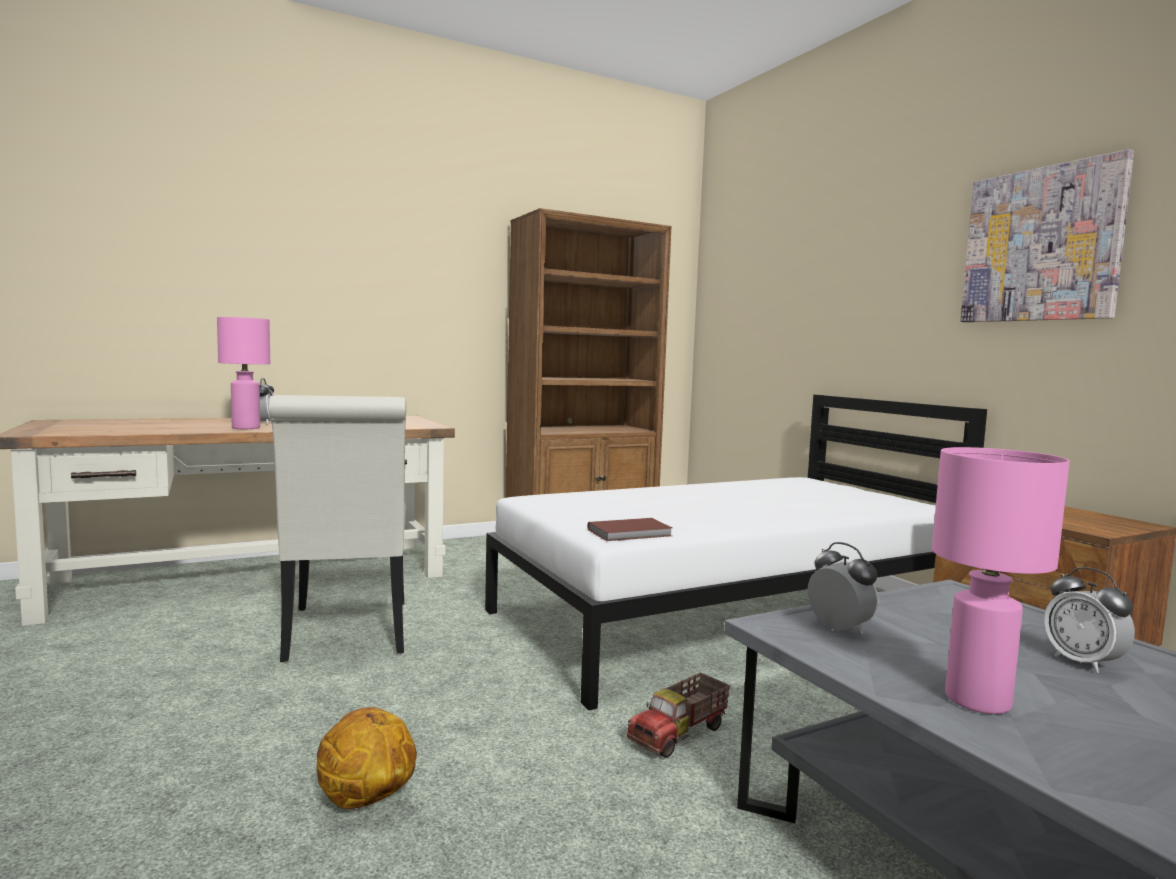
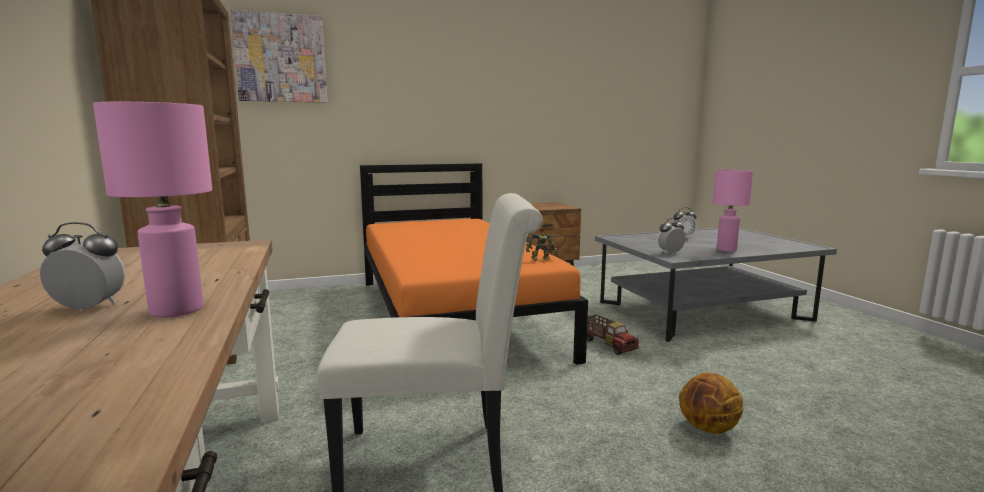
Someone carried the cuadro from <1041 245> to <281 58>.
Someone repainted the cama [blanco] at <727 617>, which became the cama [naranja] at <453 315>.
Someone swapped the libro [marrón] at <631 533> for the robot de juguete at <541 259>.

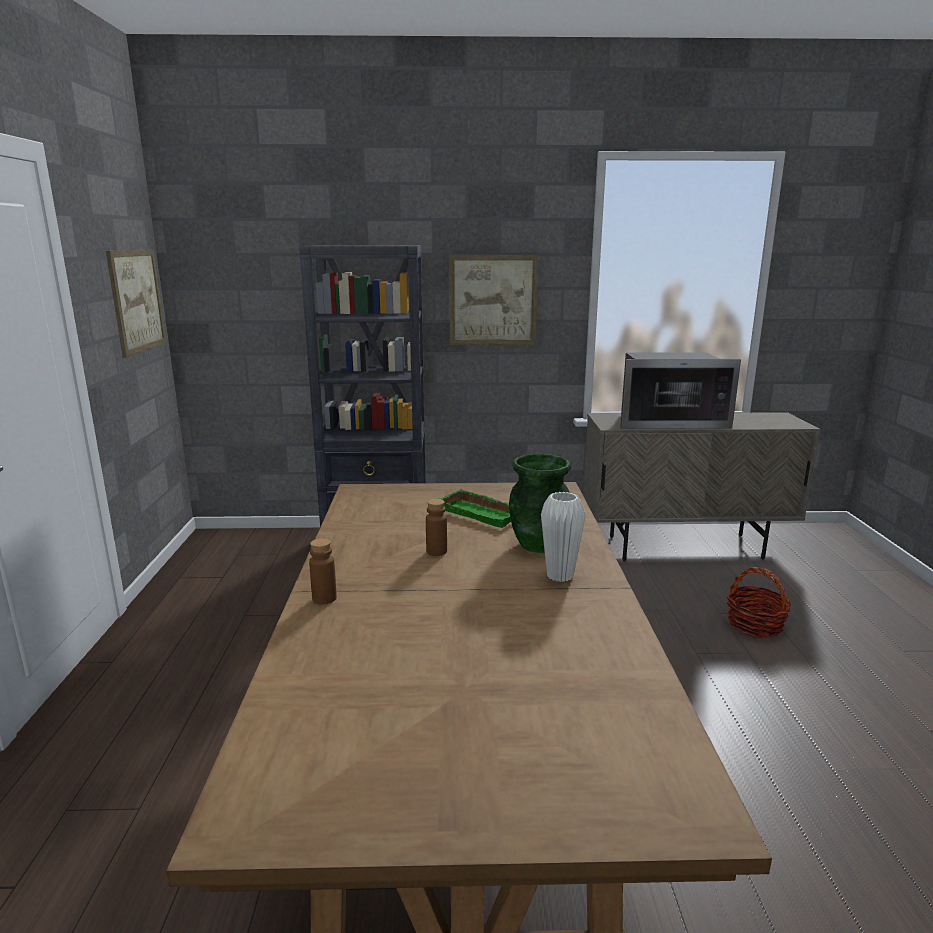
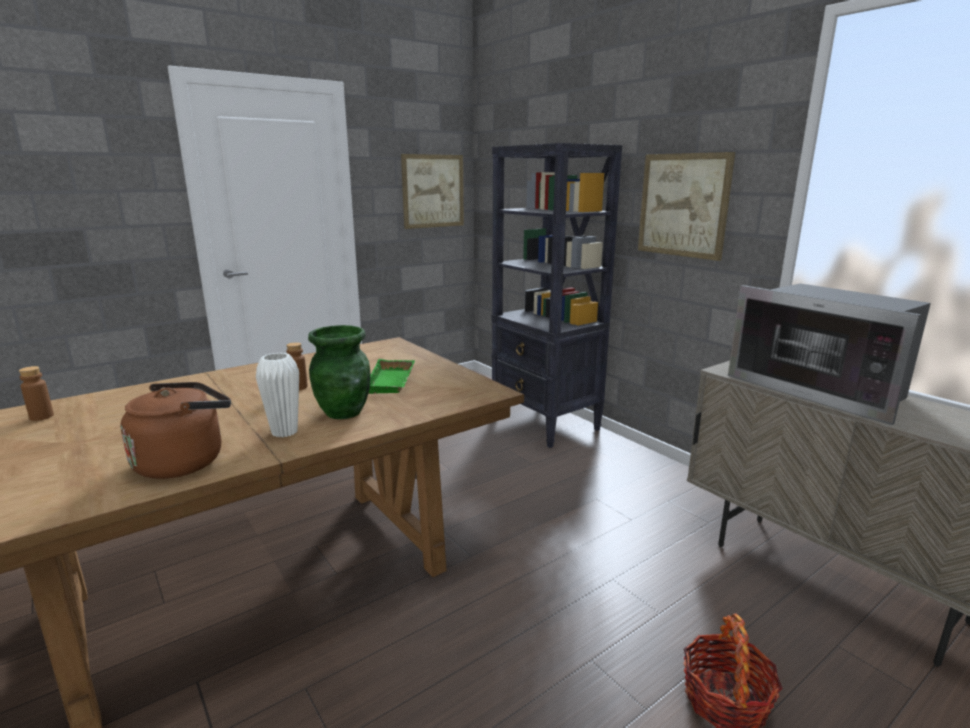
Someone carried the botella [marrón] from <324 598> to <41 417>.
Someone put down the hervidor [marrón] at <185 461>.

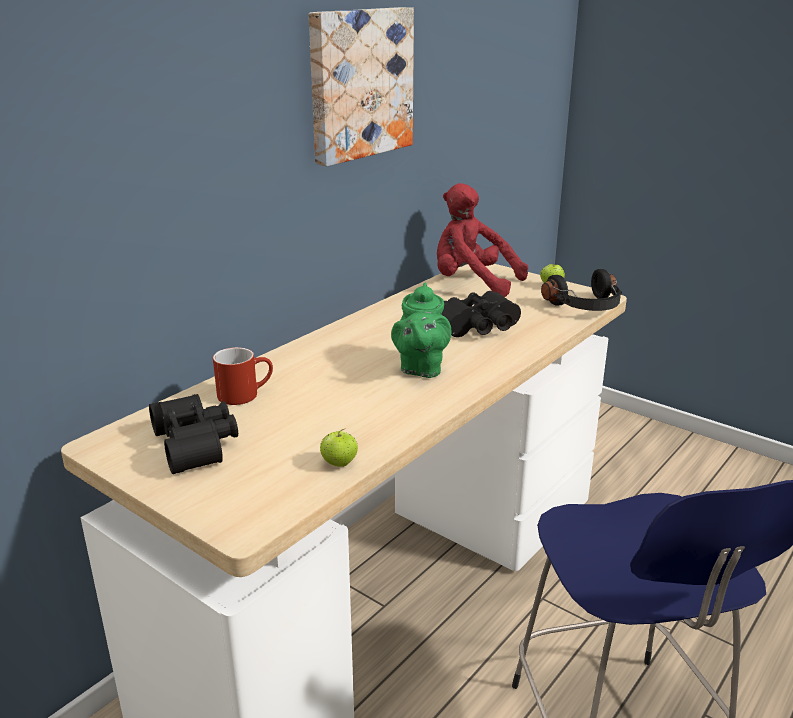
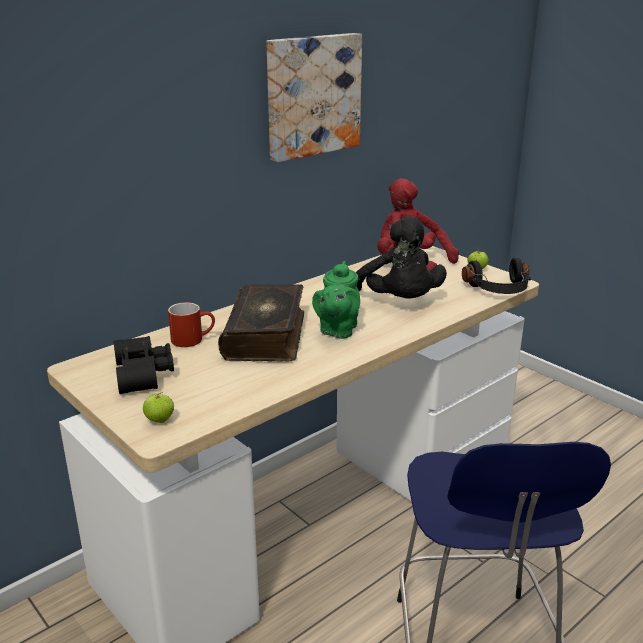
Someone swapped the prismáticos [negro] at <480 328> for the peluche [negro] at <400 302>.
Someone carried the manzana from <339 464> to <159 420>.
Someone put down the libro at <267 335>.

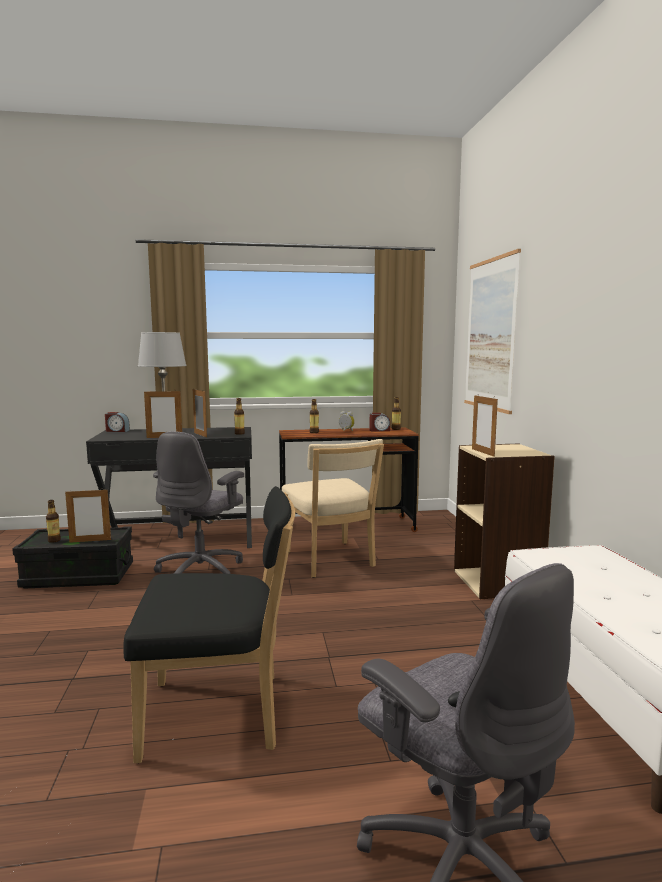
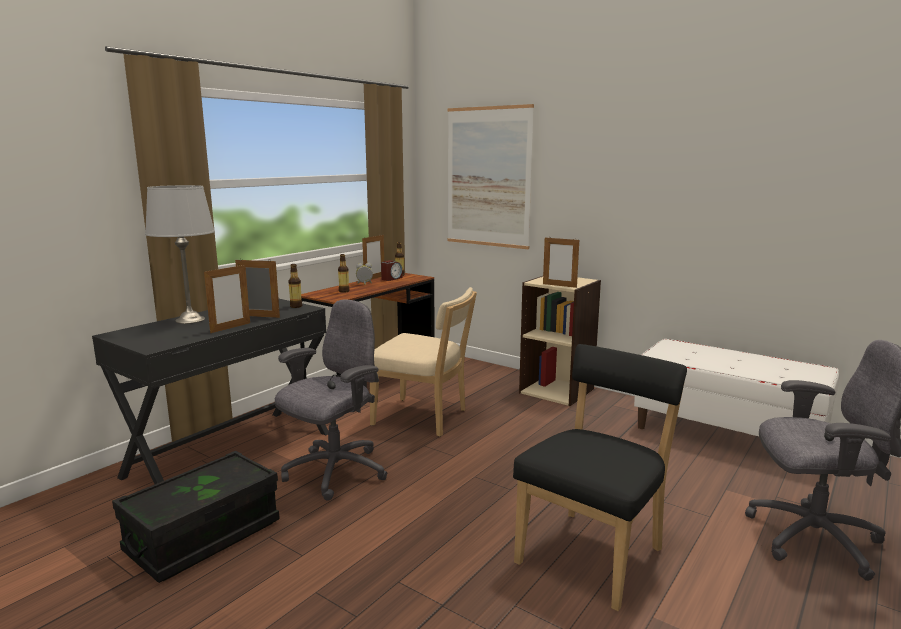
Someone took away the despertador at <117 431>.
Someone rotated the silla de oficina [gris] at <201 572> by 120 degrees counterclockwise.
Someone carried the portarretratos from <90 541> to <374 278>.
Someone took away the botella at <54 540>.

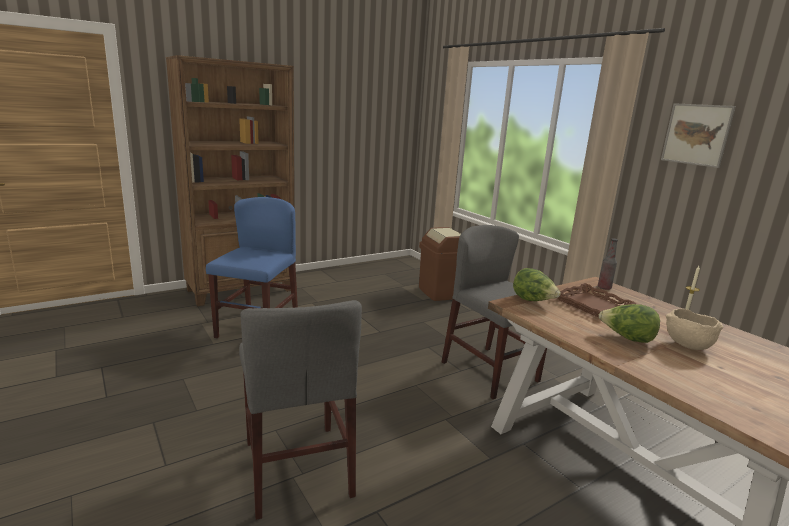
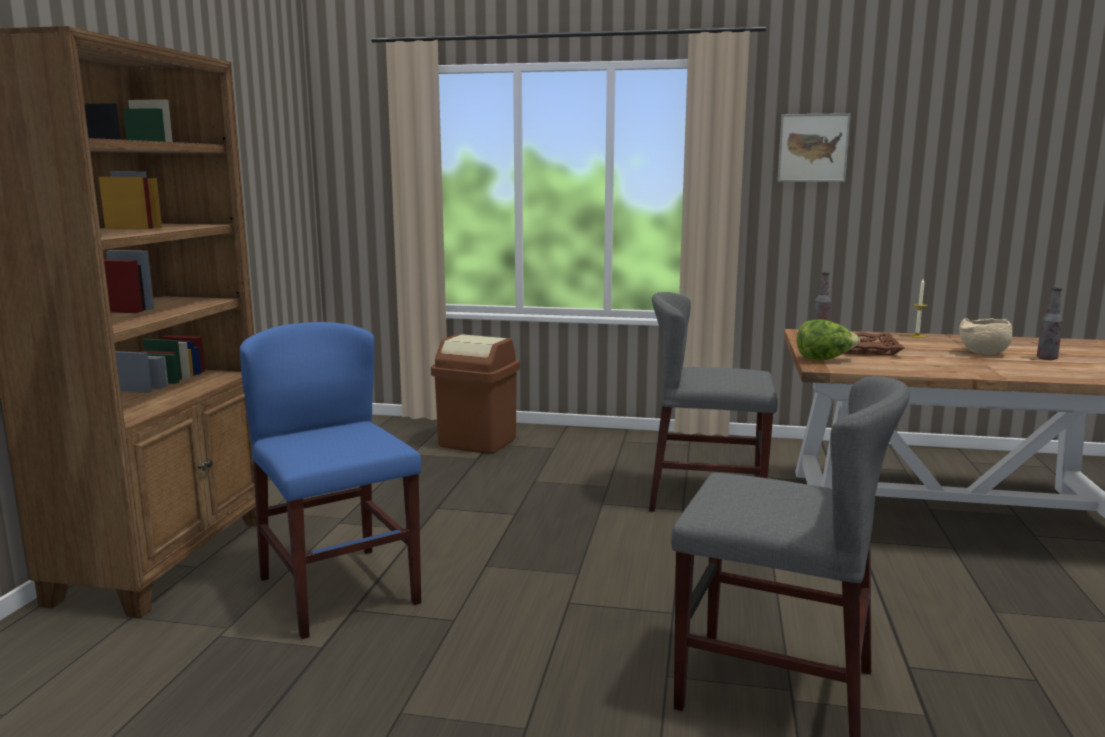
Someone took away the lechuga at <627 338>.
Someone put down the botella at <1046 358>.

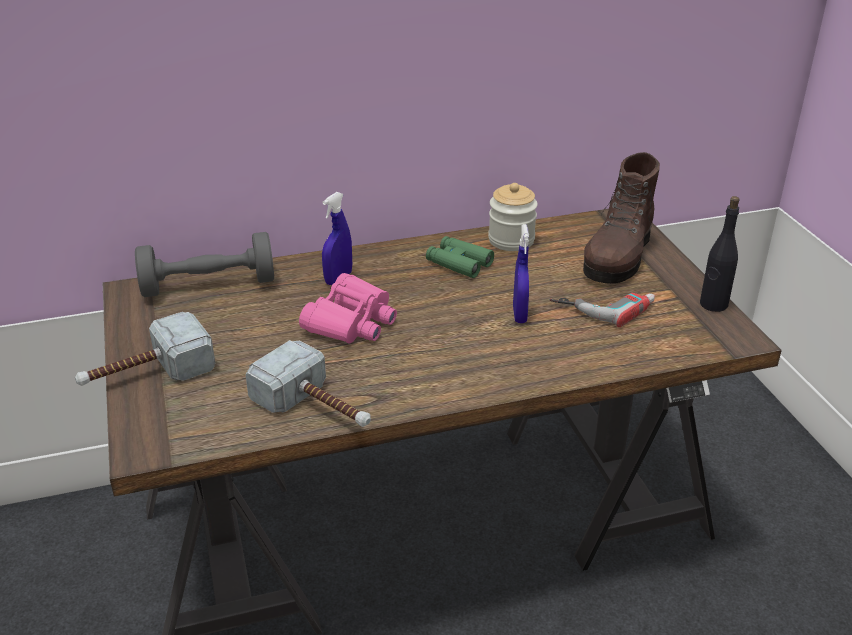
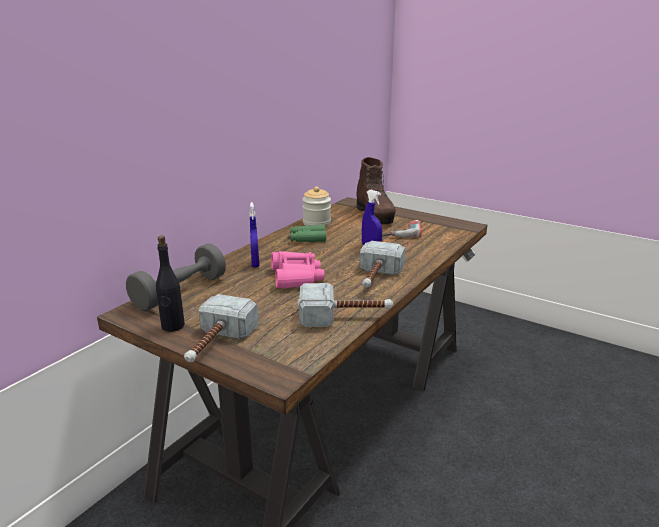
Someone carried the botella [negro] from <713 304> to <173 326>.
Someone put down the martillo at <376 278>.

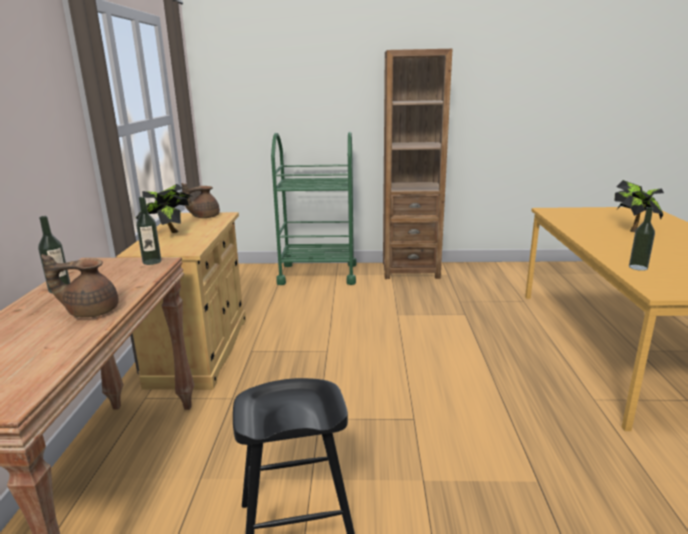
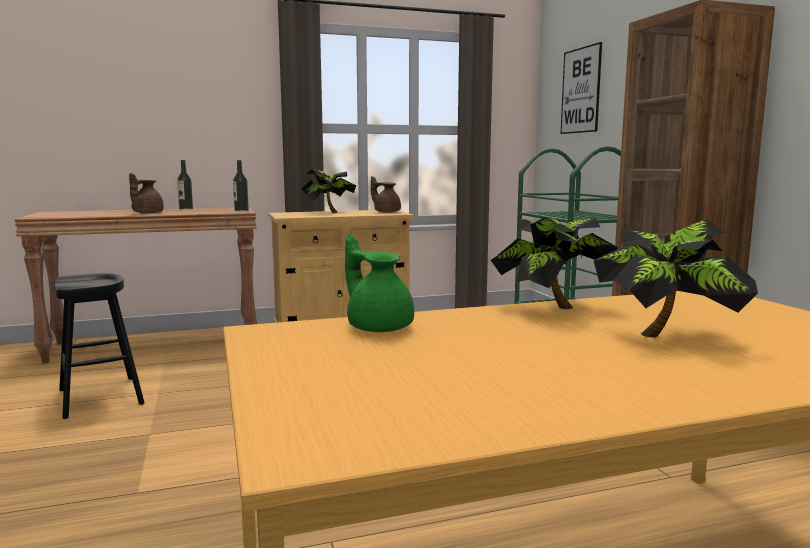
Someone swapped the botella at <638 267> for the tetera [verde] at <378 327>.
Someone rotated the tetera [marrón] at <91 311> by 135 degrees counterclockwise.
Someone put up the cuadro at <580 90>.
Someone put down the planta en maceta at <551 308>.

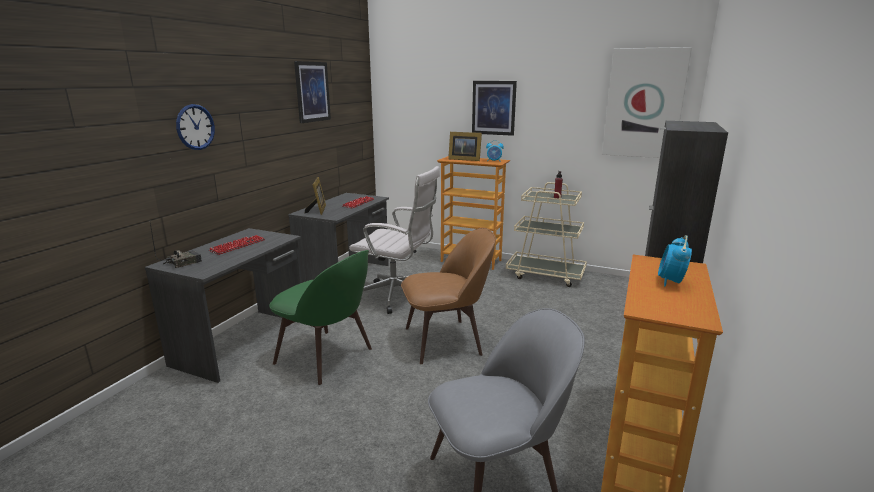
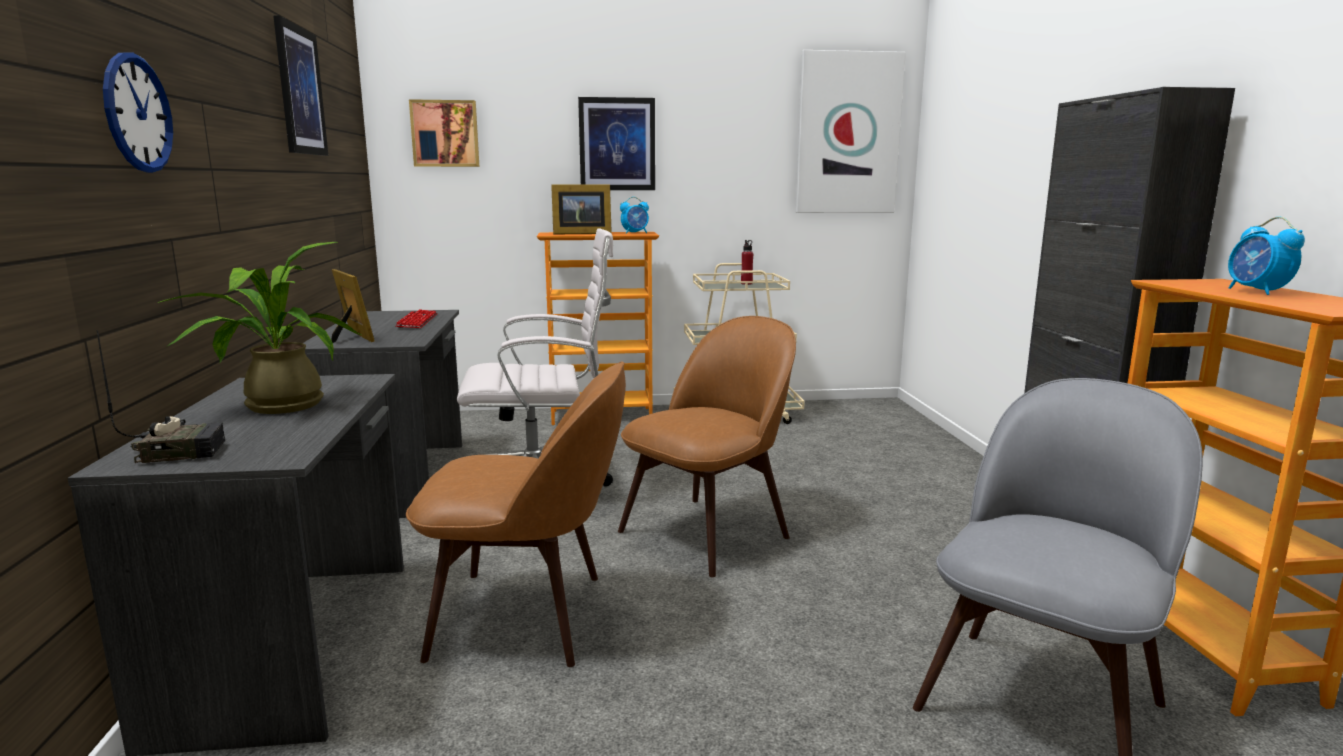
Someone rotated the radio at <183 262> by 60 degrees clockwise.
Someone swapped the teclado at <238 246> for the planta en maceta at <275 405>.
Someone repainted the silla [verde] at <326 357>, which became the silla [marrón] at <527 616>.
Someone put up the cuadro at <445 133>.

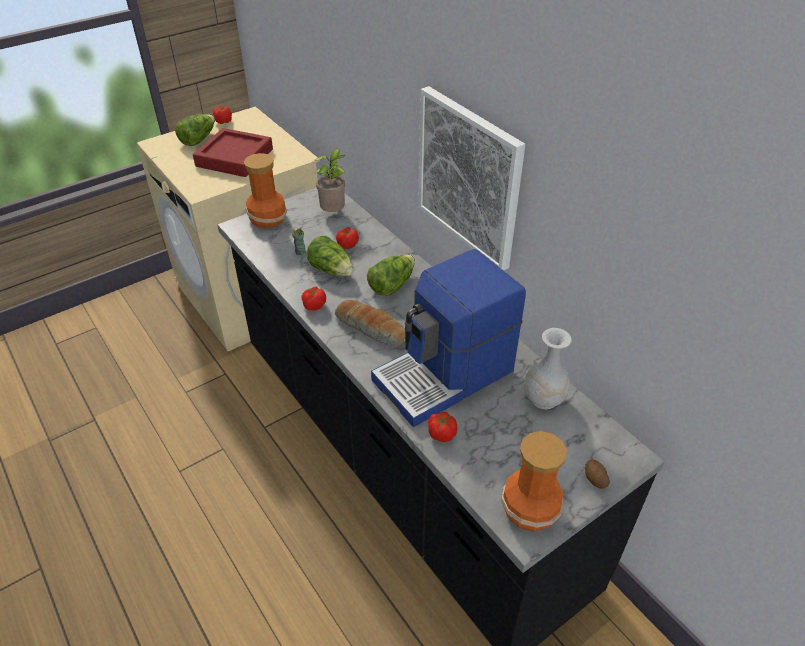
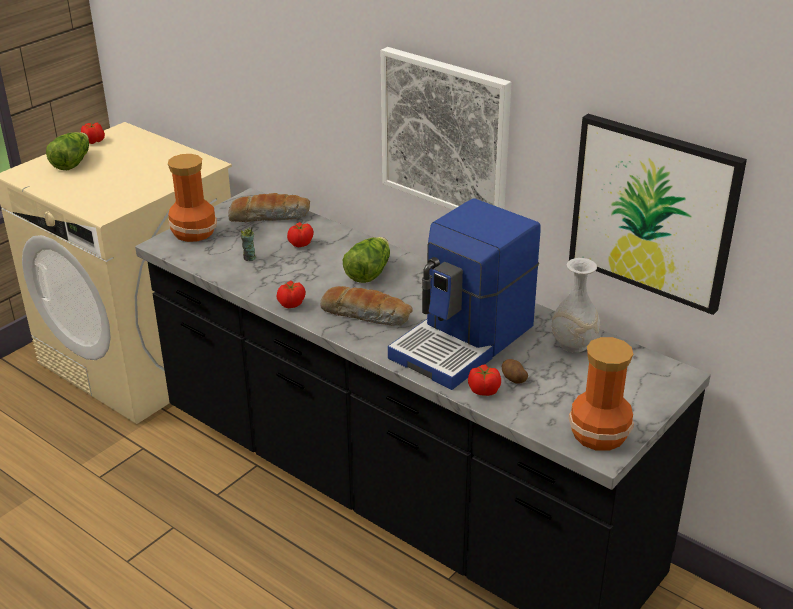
Someone took away the bandeja [rojo] at <234 158>.
Someone swapped the planta en maceta at <334 213> for the pan at <269 216>.
Someone took away the lechuga at <332 270>.
Someone carried the patata from <594 479> to <513 378>.
Someone put up the cuadro at <653 212>.

